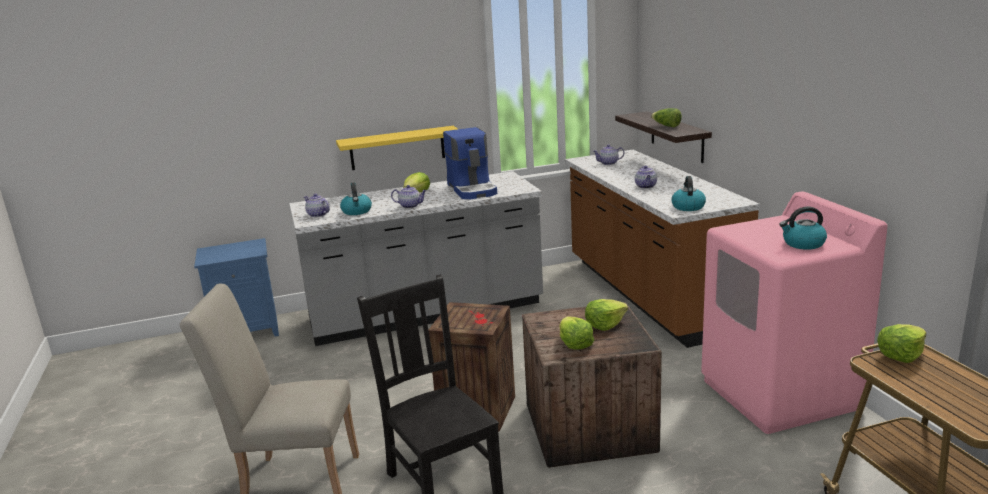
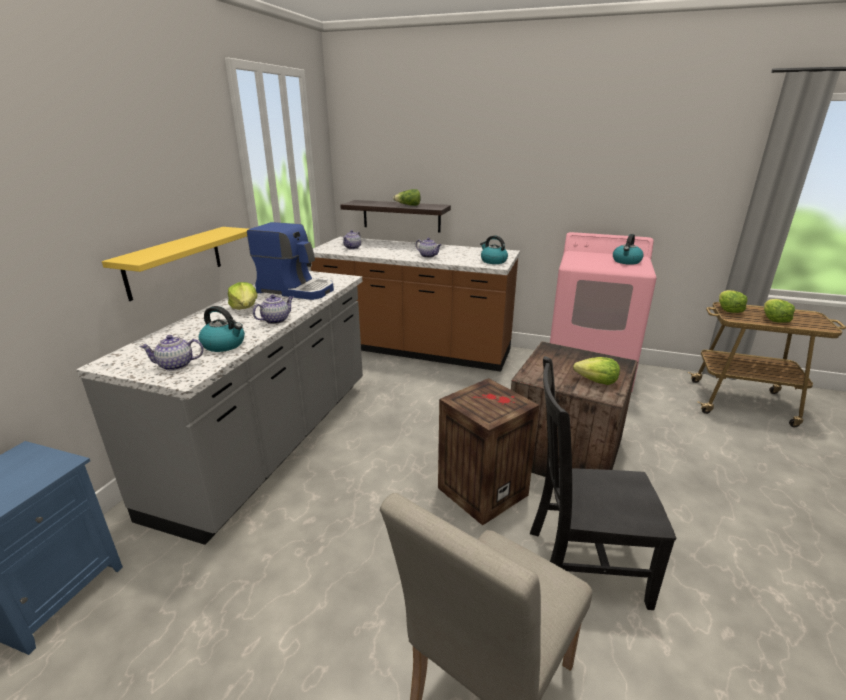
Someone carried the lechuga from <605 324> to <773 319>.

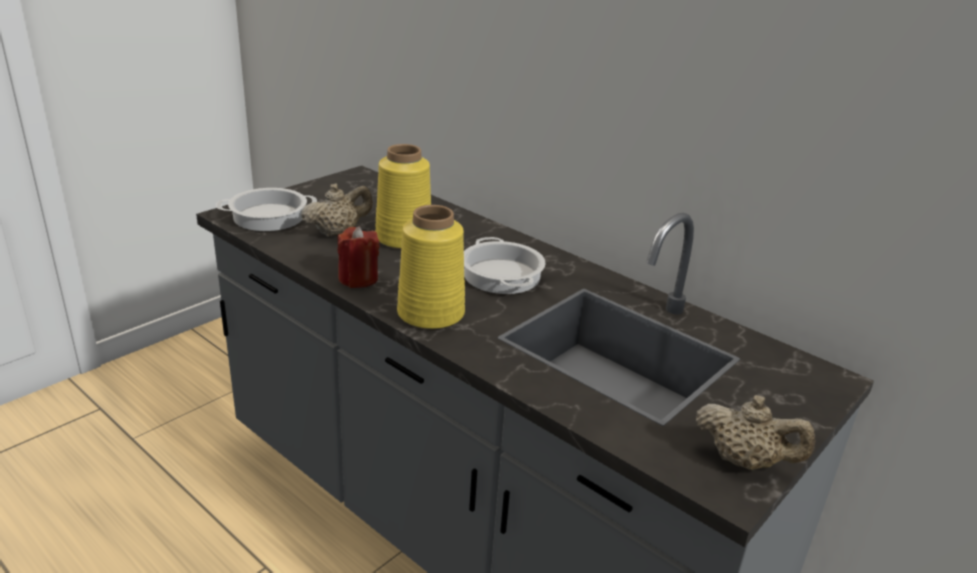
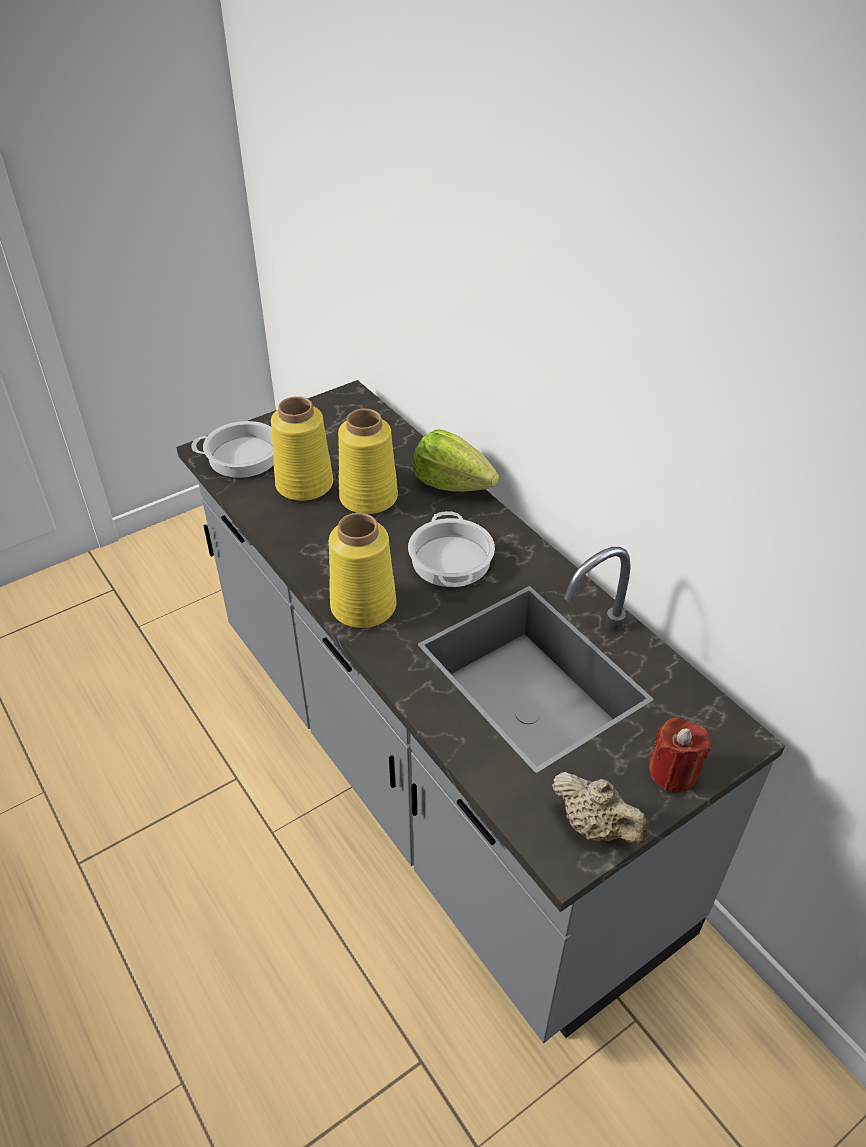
Someone swapped the tetera [beis] at <338 232> for the florero [amarillo] at <305 484>.
Someone carried the vela [rojo] from <358 279> to <673 772>.
Someone put down the lechuga at <452 484>.

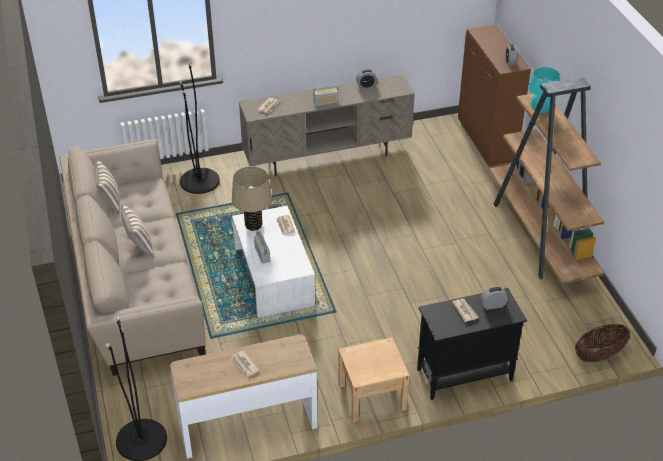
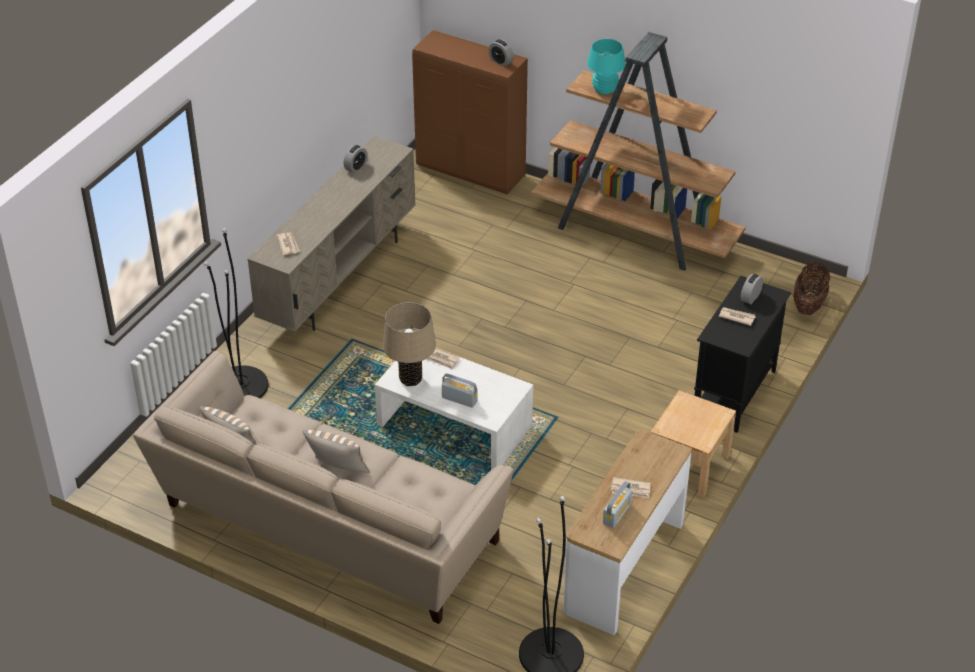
Someone carried the radio from <325 102> to <617 514>.

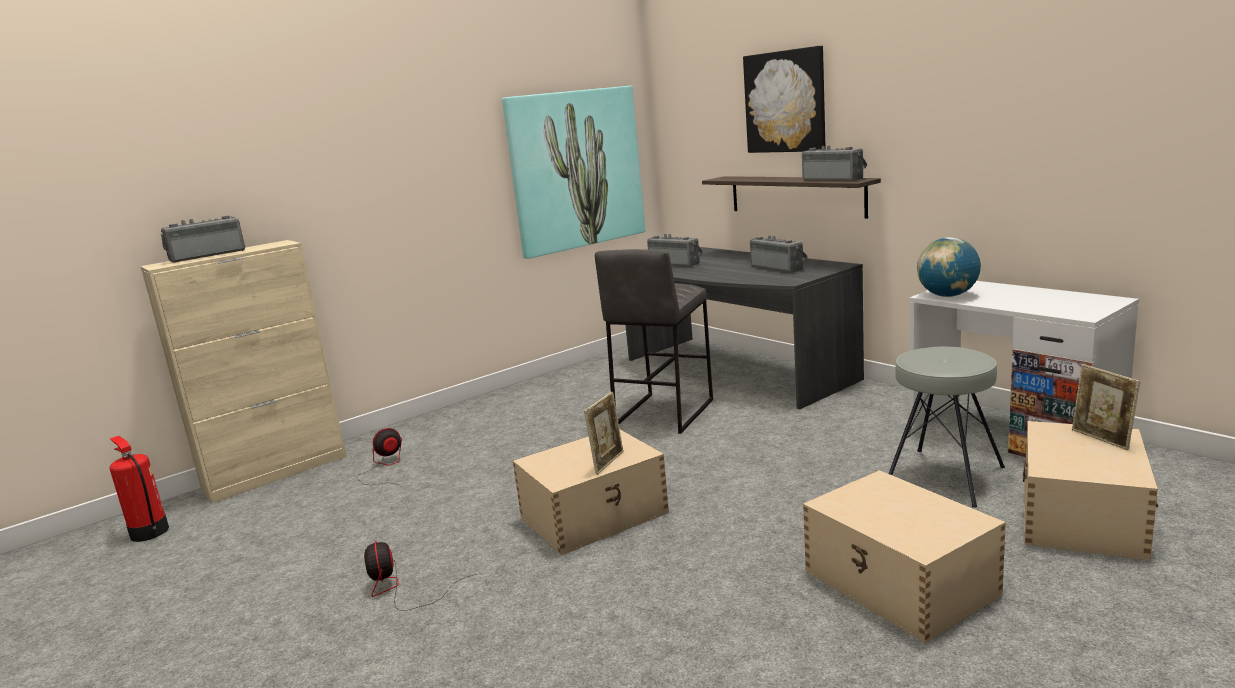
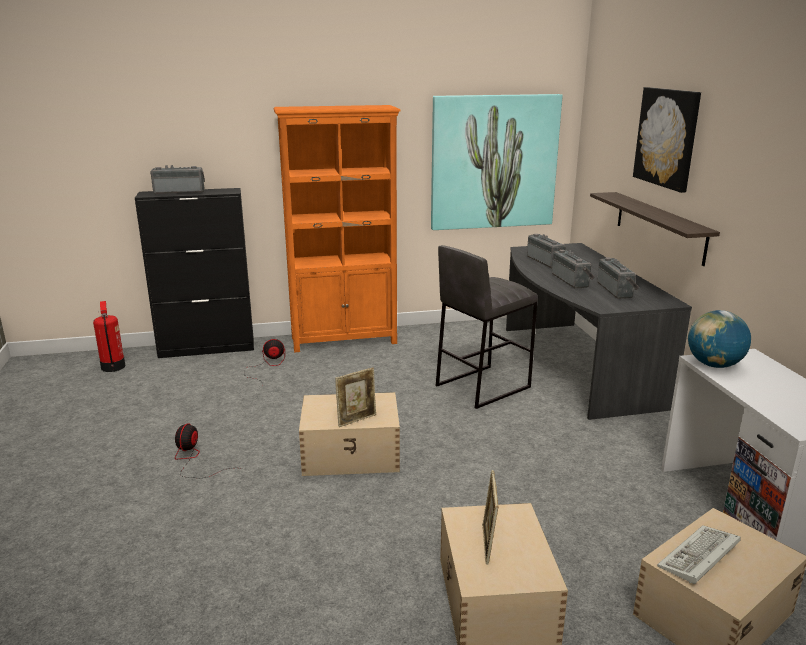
Someone carried the radio from <834 179> to <572 280>.
Someone repainted the armario [beis] at <276 472>, which became the armario [negro] at <207 348>.
Someone took away the taburete [gris] at <943 476>.
Someone carried the portarretratos from <1101 439> to <488 545>.
Someone put down the estantería [naranja] at <344 340>.
Someone put down the teclado at <699 558>.

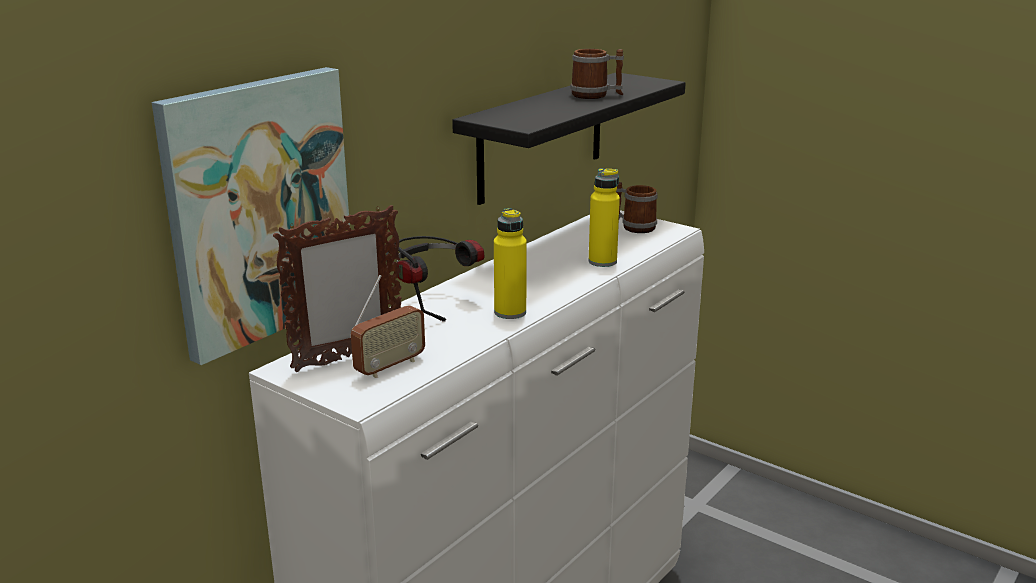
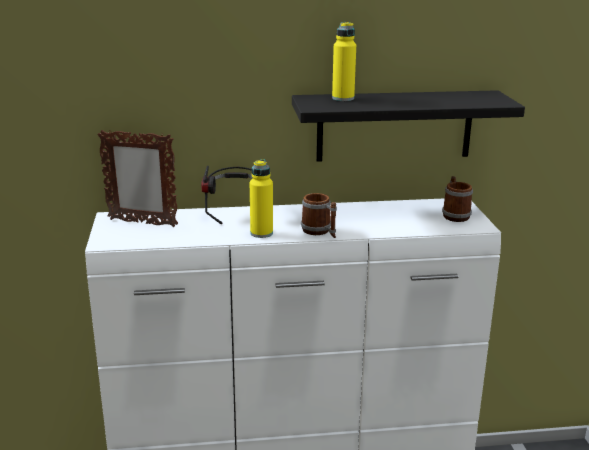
Someone carried the taza grande from <596 95> to <320 232>.
Someone took away the cuadro at <259 210>.
Someone carried the botella [amarillo] from <602 261> to <343 98>.
Someone took away the radio at <389 366>.

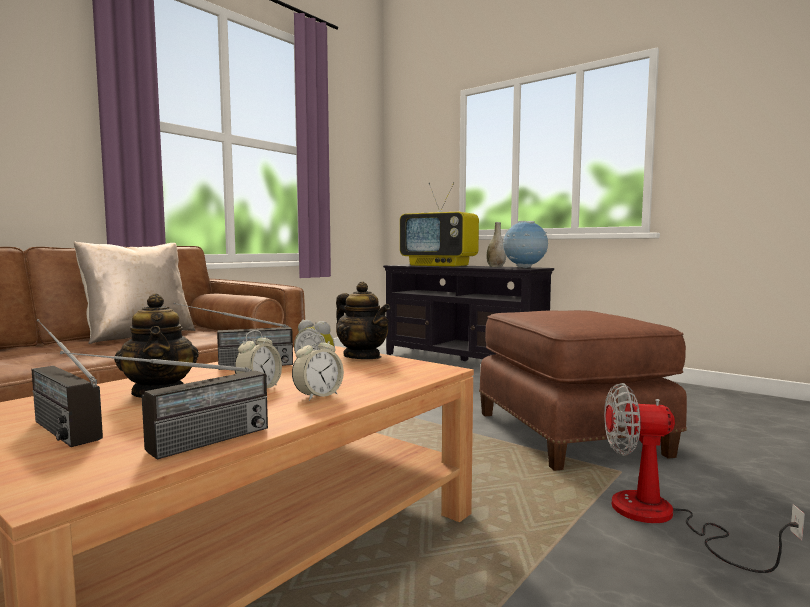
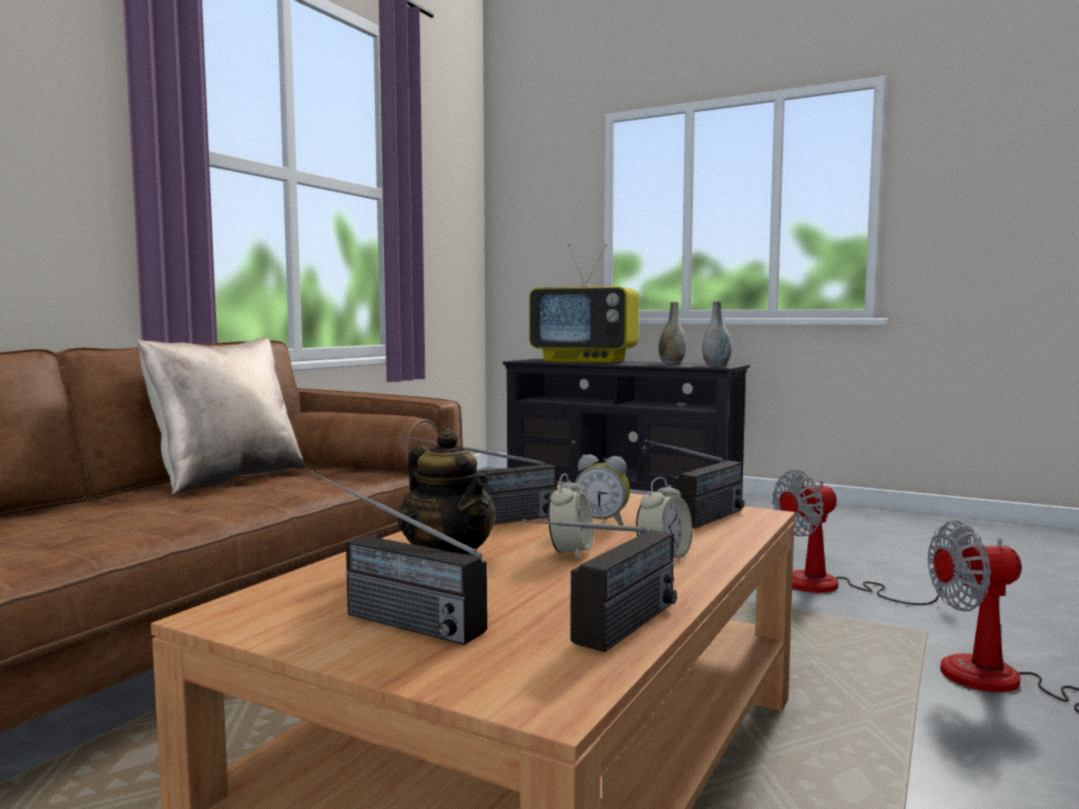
Someone swapped the globo terráqueo at <524 268> for the florero [gris] at <716 365>.
Someone took away the tetera at <362 357>.
Someone swapped the puf [marrón] at <571 433> for the ventilador at <832 587>.
Someone put down the radio at <697 522>.

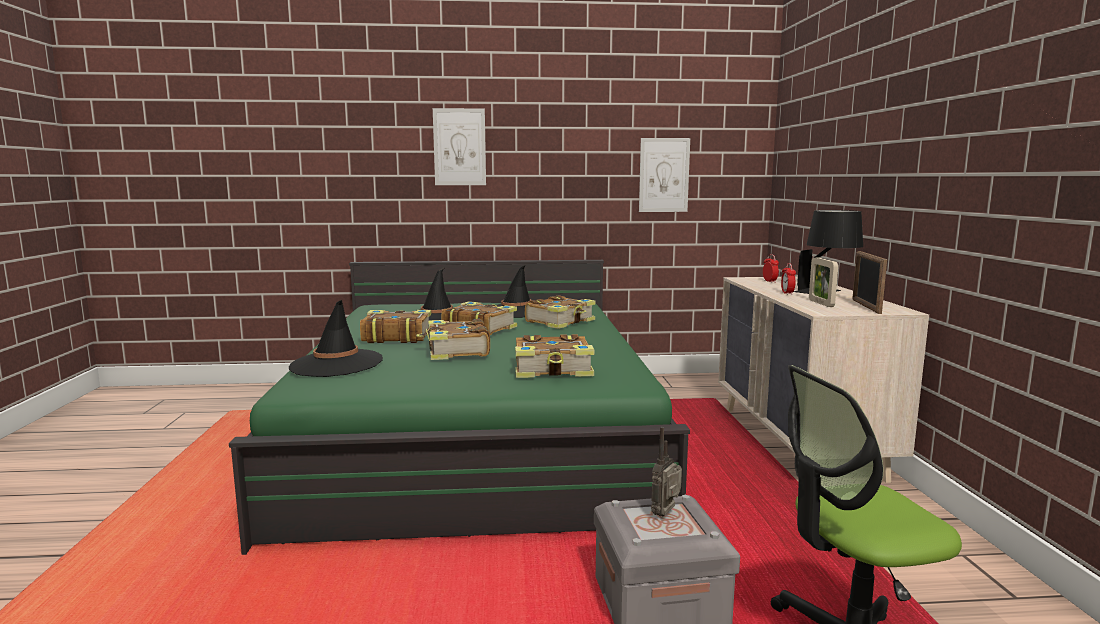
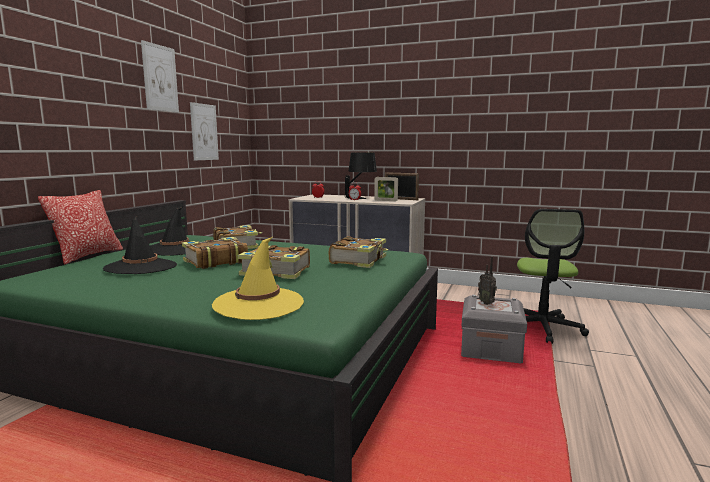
Someone carried the cuadro from <459 147> to <160 78>.
Someone repainted the sombrero [negro] at <336 364>, which became the sombrero [amarillo] at <259 304>.
Someone took away the libro at <396 337>.
Someone put down the cojín at <87 256>.

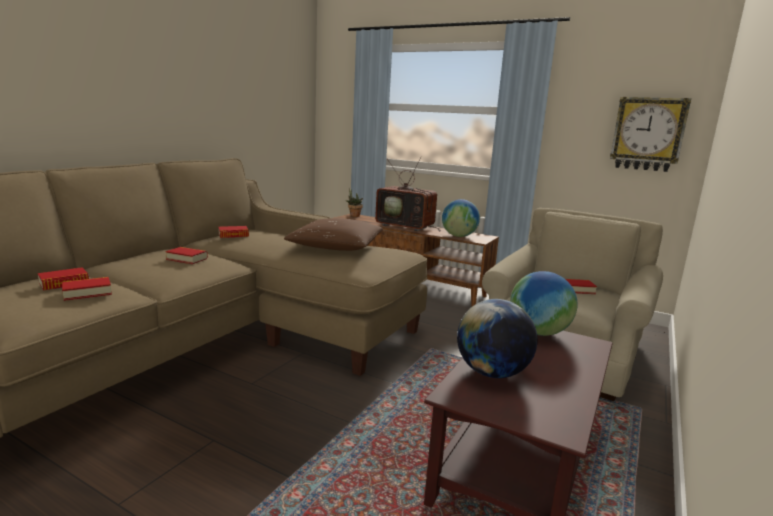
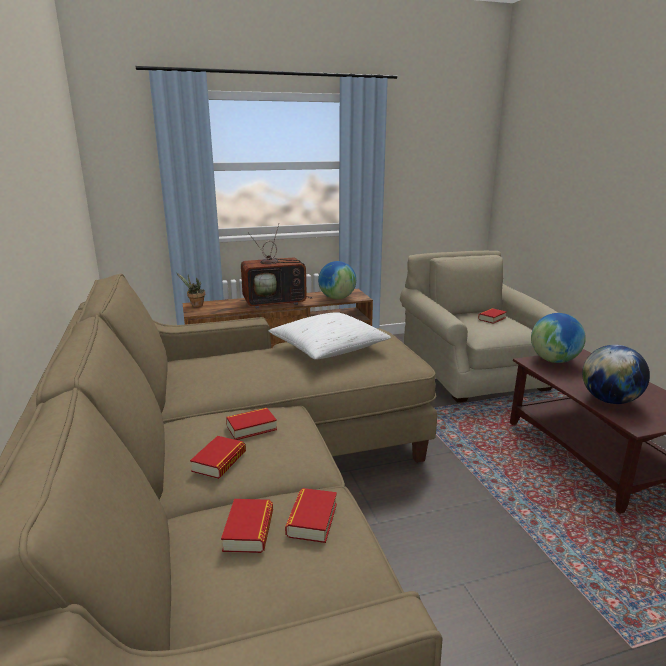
Someone took away the reloj de pared at <648 134>.
Someone repainted the cojín [marrón] at <336 247>, which became the cojín [blanco] at <328 348>.
Someone carried the libro from <233 235> to <219 462>.

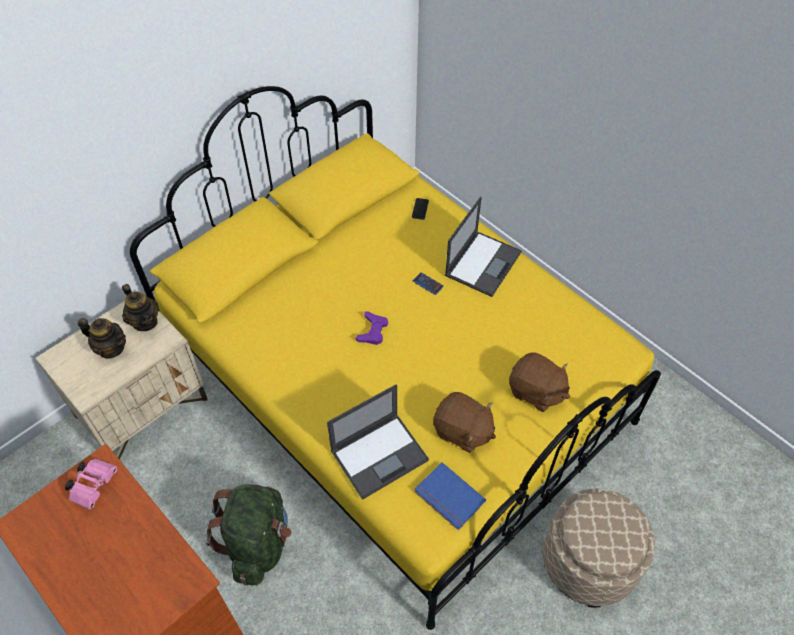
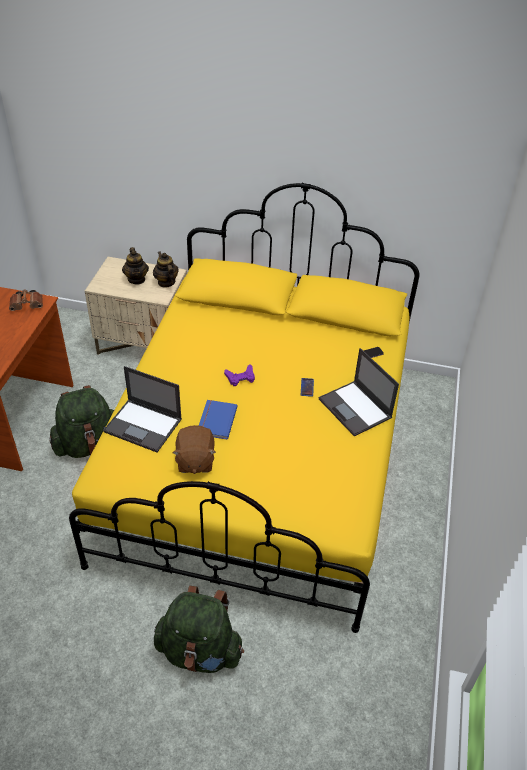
Someone rotated the portátil at <483 263> by 60 degrees clockwise.
Someone rotated the tetera at <145 322> by 135 degrees clockwise.
Someone took away the peluche [marrón] at <536 391>.
Someone repainted the prismáticos [rosa] at <94 484>, which became the prismáticos [marrón] at <28 305>.
Someone carried the libro [azul] from <448 498> to <215 421>.
Someone swapped the puf [beis] at <588 561> for the mochila [verde] at <200 651>.

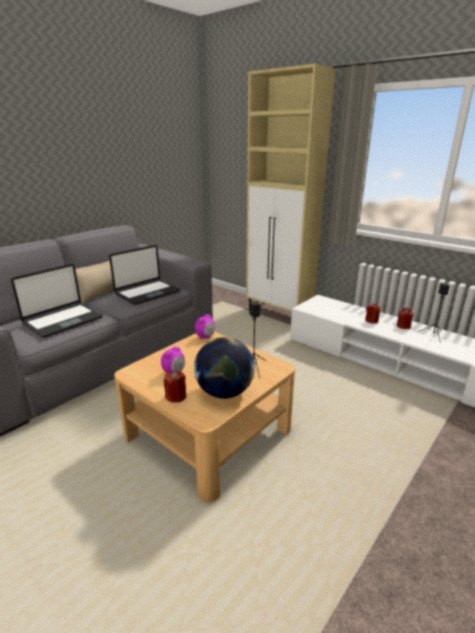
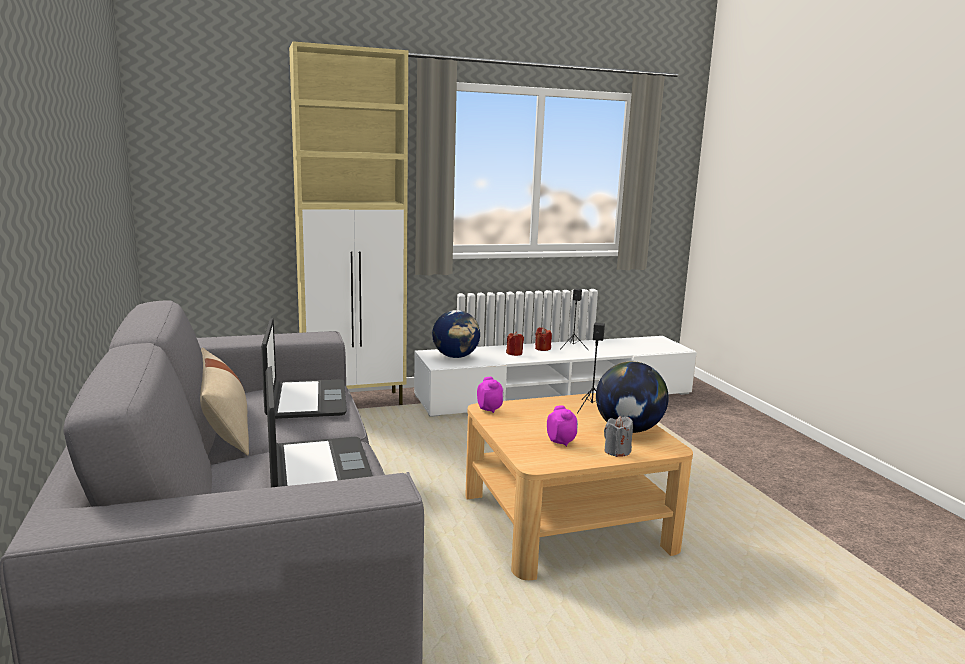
Someone repainted the vela [rojo] at <176 396>, which became the vela [gris] at <617 451>.
Someone put down the globo terráqueo at <456 357>.

